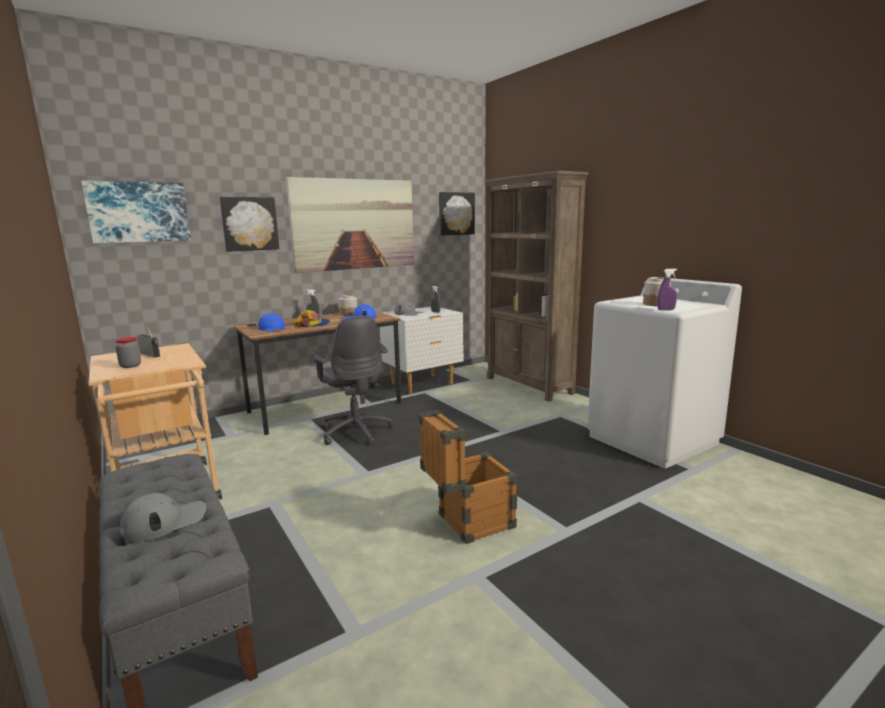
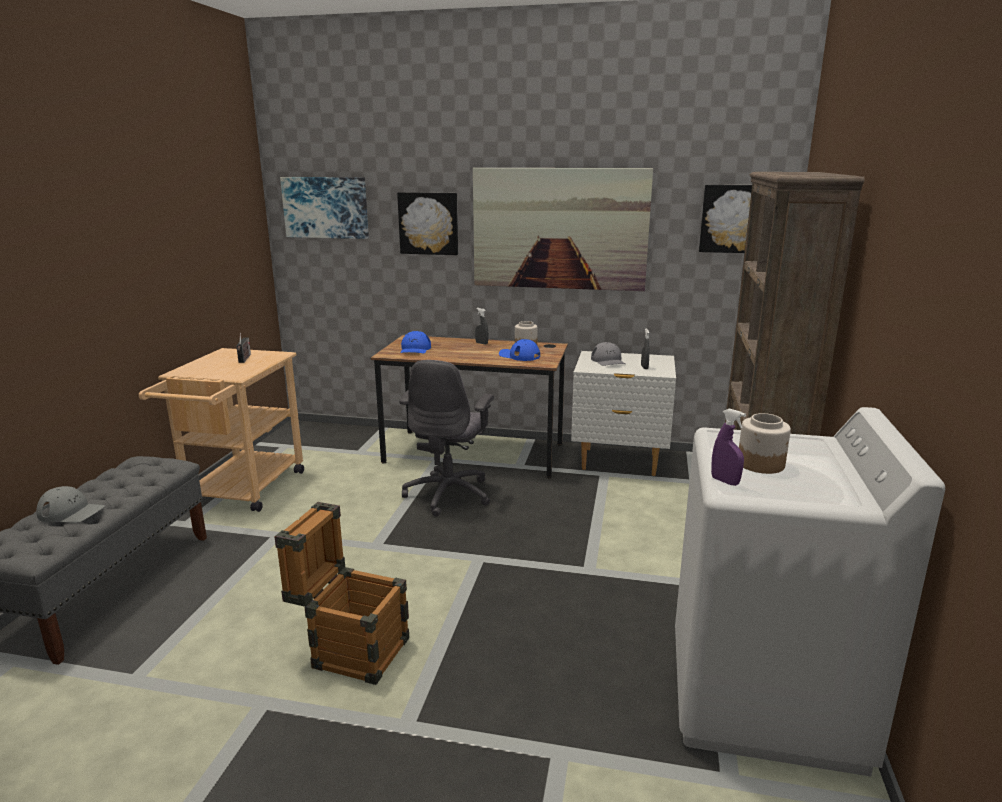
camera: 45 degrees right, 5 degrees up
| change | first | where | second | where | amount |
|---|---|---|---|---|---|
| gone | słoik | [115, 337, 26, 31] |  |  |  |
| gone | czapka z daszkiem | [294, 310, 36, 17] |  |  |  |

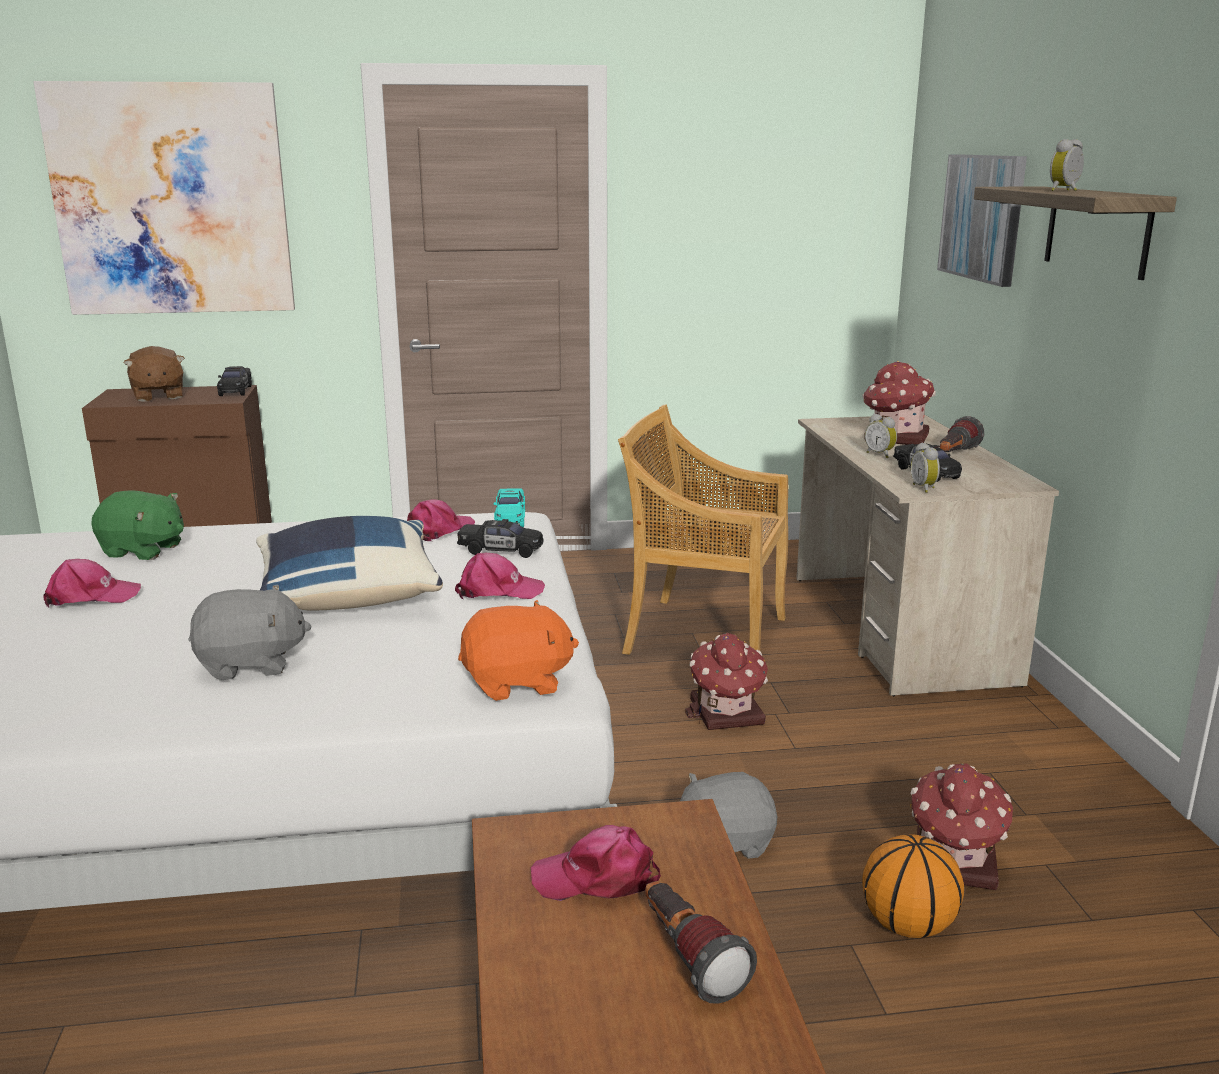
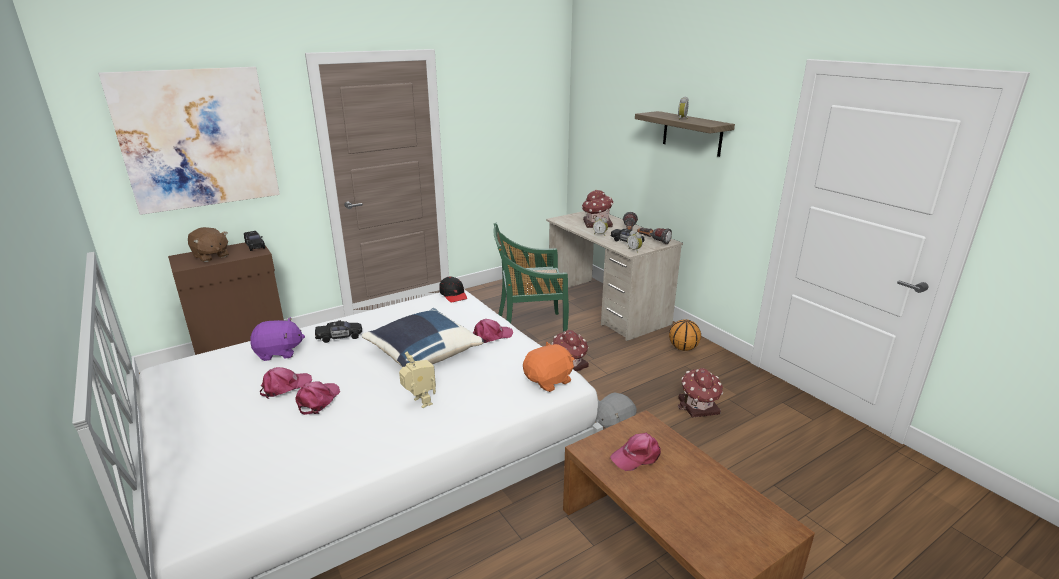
camera: 25 degrees left, 5 degrees up
| change | first | where | second | where | amount |
|---|---|---|---|---|---|
| gone | obraz | [937, 154, 90, 133] |  |  |  |
| shifted | czapka z daszkiem/różowy | [407, 499, 68, 42] |  | [295, 382, 45, 33] |  |
| shifted | samochodzik/czarny | [457, 519, 87, 39] |  | [315, 320, 47, 23] |  |
| shifted | latarka | [645, 881, 112, 123] |  | [637, 228, 35, 16] |  |
| shifted | piłka do koszykówki | [862, 834, 102, 104] |  | [669, 319, 32, 32] |  |
| swapped | pluszak/szary | [189, 584, 123, 97] | robot zabawkowy | [399, 352, 37, 56] |  |
| swapped | samochodzik/turkusowy | [493, 488, 32, 39] | czapka z daszkiem/czarny | [439, 277, 28, 25] |  |
| repainted | pluszak/zielony | [91, 490, 93, 70] | pluszak/fioletowy | [251, 317, 54, 44] |  |
| repainted | krzesło/beżowy | [618, 404, 170, 251] | krzesło/zielony | [494, 223, 75, 109] |  |

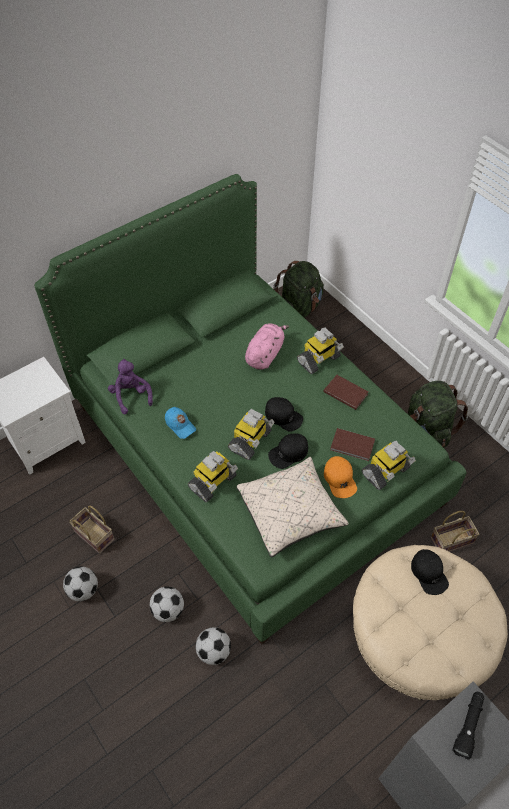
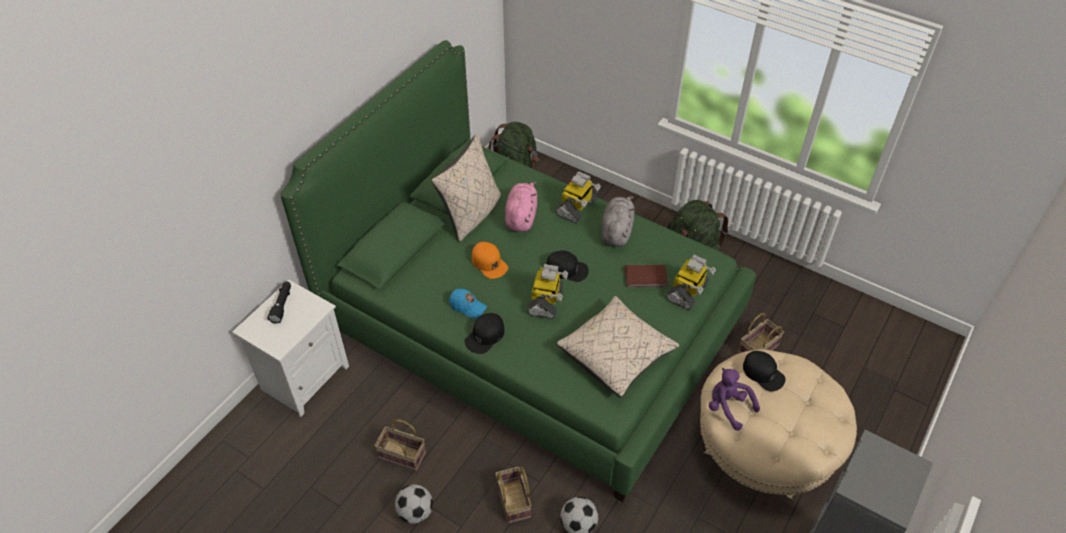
camera: 20 degrees left, 5 degrees down
| change | first | where | second | where | amount |
|---|---|---|---|---|---|
| gone | robot zabawkowy | [188, 451, 50, 51] |  |  |  |
| new |  |  | poduszka/beżowy | [432, 134, 69, 108] |  |
| shifted | pluszak/fioletowy | [108, 359, 45, 55] |  | [709, 368, 51, 63] |  |
| shifted | czapka z daszkiem/czarny | [268, 433, 40, 36] |  | [465, 313, 39, 41] |  |
| shifted | czapka z daszkiem/pomarańczowy | [324, 456, 33, 42] |  | [472, 242, 36, 37] |  |
| shifted | latarka/czarny | [452, 692, 32, 67] |  | [268, 282, 23, 42] |  |
| swapped | piłka futbolowa | [150, 586, 34, 36] | koszyk | [495, 466, 37, 58] |  |
| swapped | książka/brązowy | [323, 375, 45, 35] | pluszak/szary | [601, 196, 34, 51] |  |

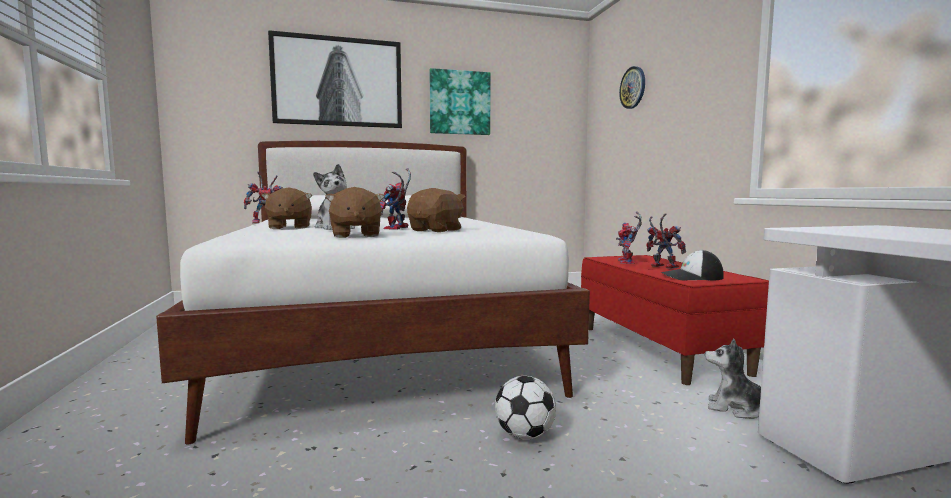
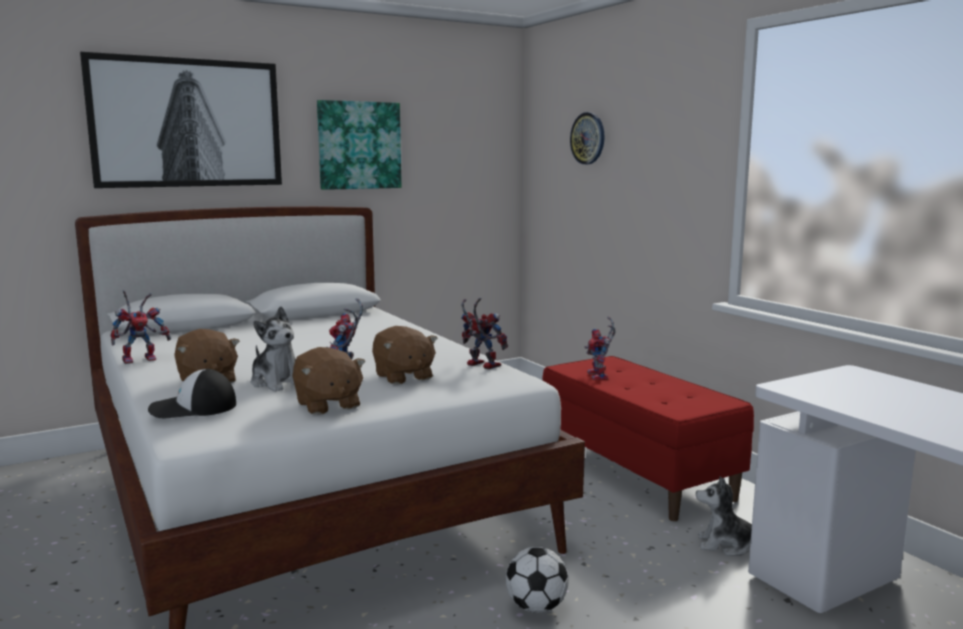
camera: 15 degrees left, 5 degrees up
| change | first | where | second | where | amount |
|---|---|---|---|---|---|
| shifted | robot zabawkowy | [646, 213, 40, 56] |  | [461, 298, 47, 72] |  |
| shifted | czapka z daszkiem | [661, 250, 63, 30] |  | [148, 369, 88, 49] |  |
| rotated | pluszak/brązowy | [407, 188, 58, 44] |  | [372, 326, 66, 59] | 135 degrees clockwise |

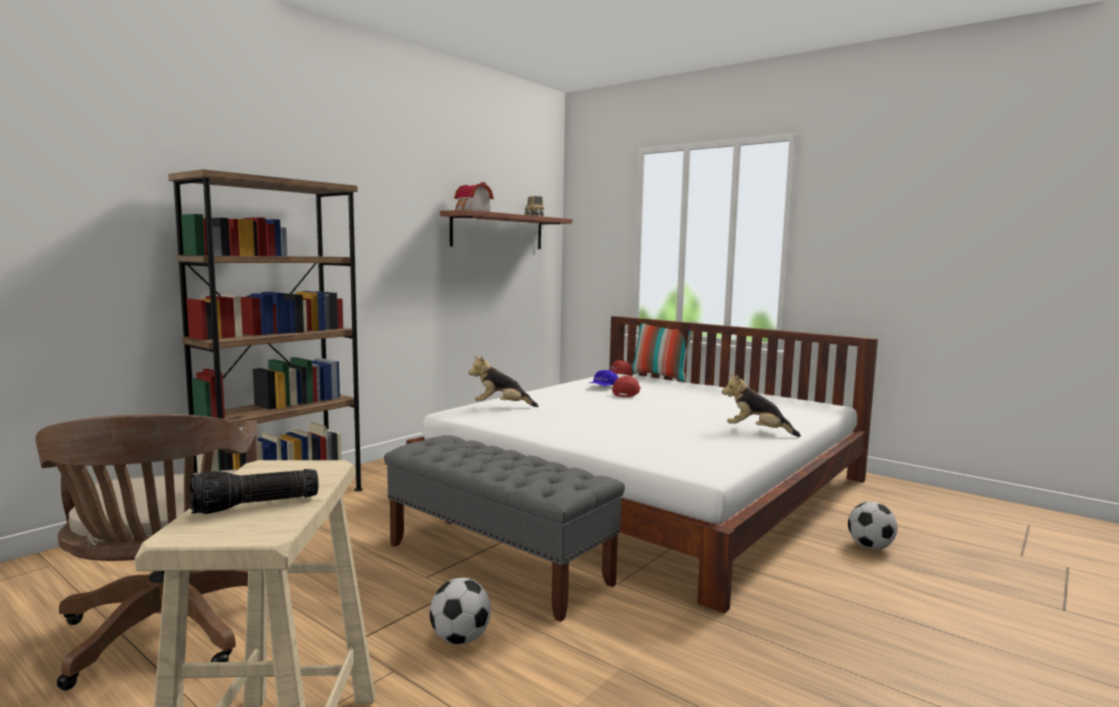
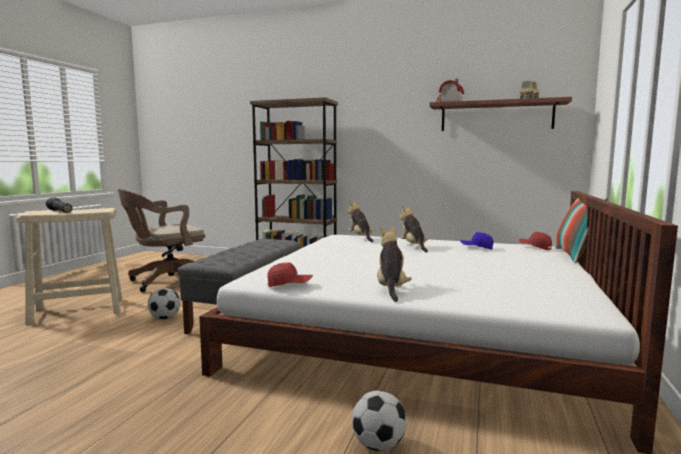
camera: 70 degrees right, 0 degrees up
| change | first | where | second | where | amount |
|---|---|---|---|---|---|
| new |  |  | pluszak | [400, 206, 28, 47] |  |
| shifted | czapka z daszkiem/czerwony | [612, 376, 29, 21] |  | [267, 262, 46, 25] |  |

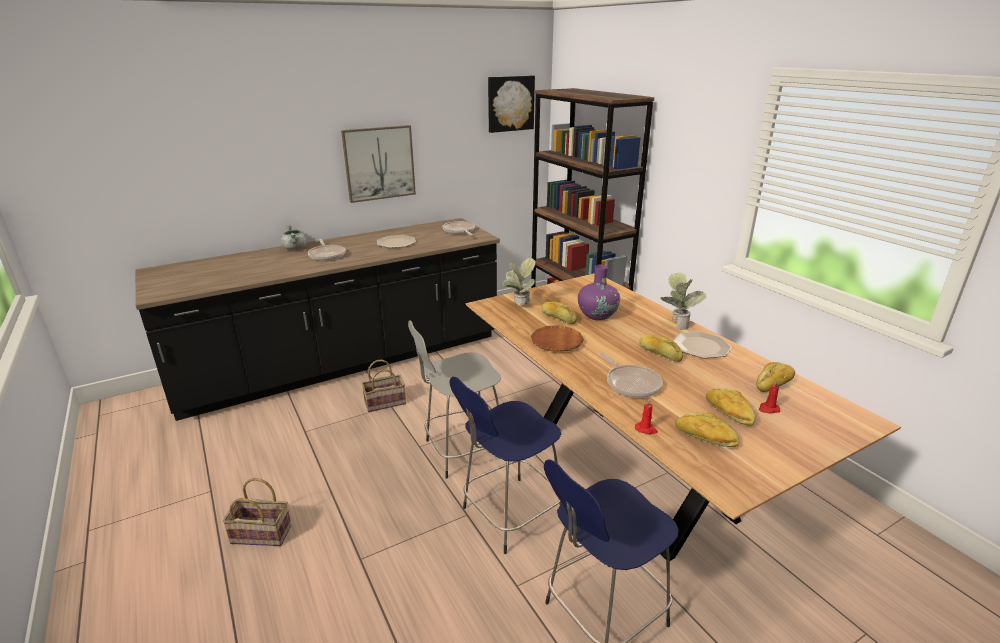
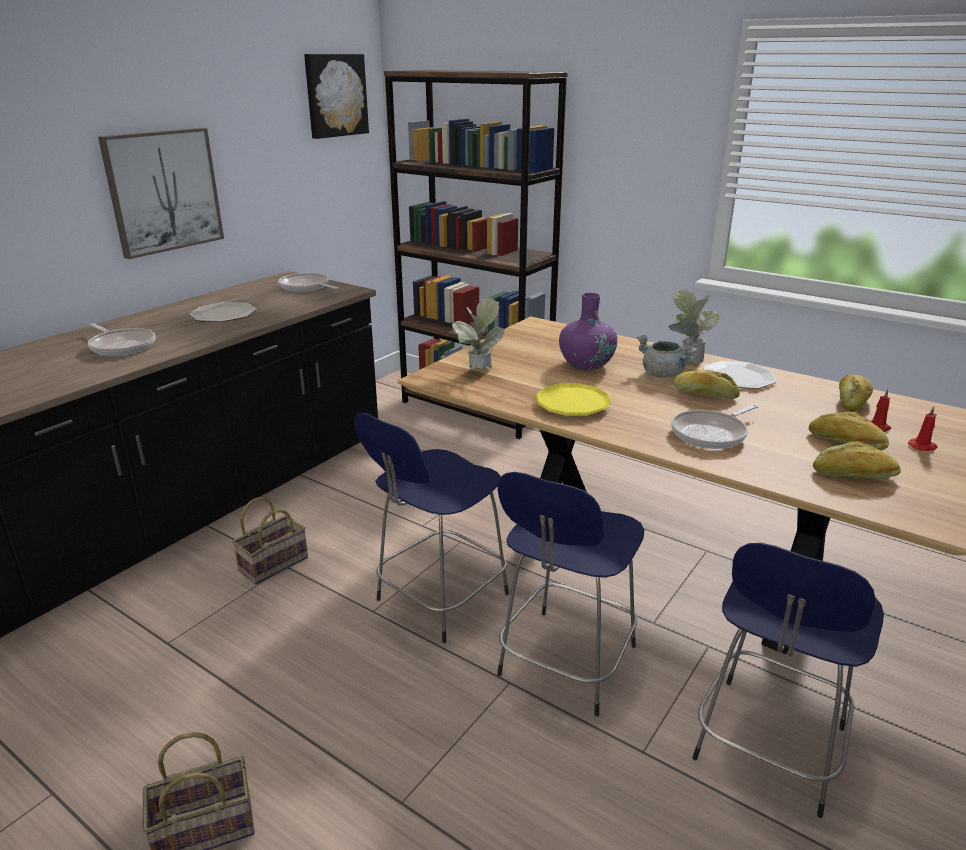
camera: 25 degrees left, 0 degrees up
| change | first | where | second | where | amount |
|---|---|---|---|---|---|
| gone | chleb | [541, 302, 36, 22] |  |  |  |
| shifted | garnek/szary | [281, 225, 26, 25] |  | [637, 334, 60, 44] |  |
| shifted | świeca/czerwony | [635, 399, 23, 35] |  | [908, 406, 30, 45] |  |
| repainted | stołek/szary | [408, 320, 97, 159] | stołek/niebieski | [354, 413, 155, 230] |  |
| repainted | talerz/brązowy | [531, 325, 53, 27] | talerz/żółty | [536, 383, 75, 33] |  |
| rotated | patelnia | [599, 352, 64, 46] |  | [671, 404, 87, 45] | 105 degrees clockwise |

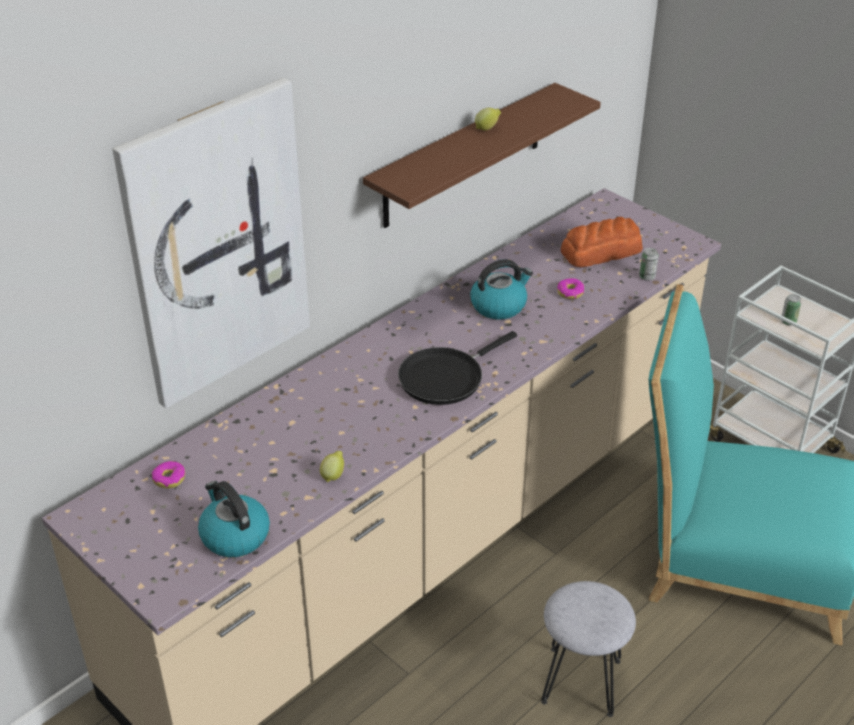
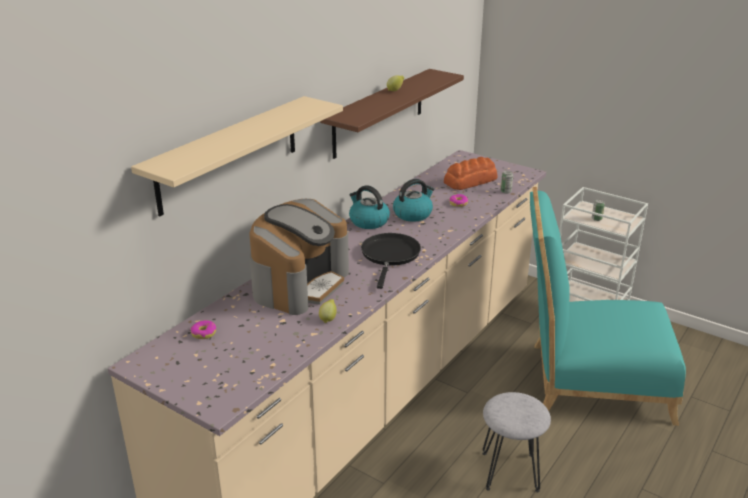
camera: 10 degrees left, 10 degrees down
| change | first | where | second | where | amount |
|---|---|---|---|---|---|
| new |  |  | ekspres do kawy | [250, 199, 99, 116] |  |
| shifted | czajnik | [198, 481, 72, 76] |  | [349, 185, 41, 44] |  |
| swapped | obraz | [112, 78, 198, 330] | półka/beżowy | [131, 96, 212, 120] |  |
| rotated | patelnia/czarny | [398, 331, 119, 74] |  | [361, 233, 60, 56] | 150 degrees clockwise |

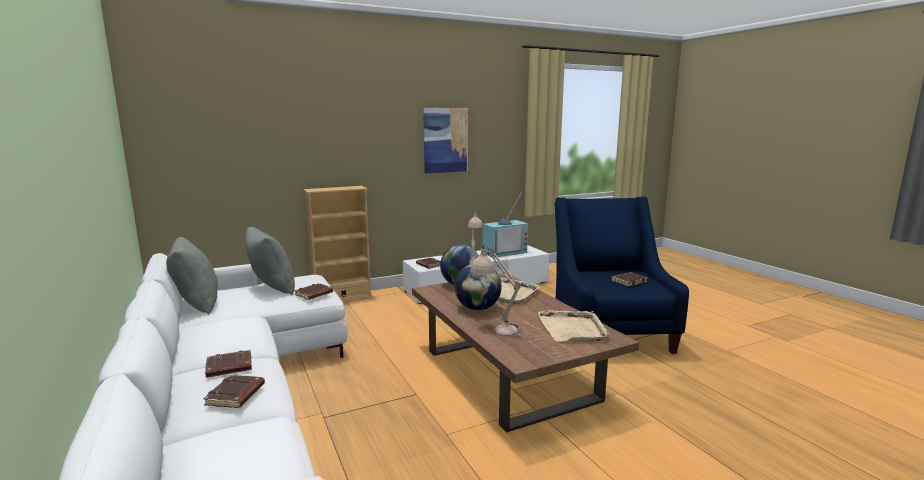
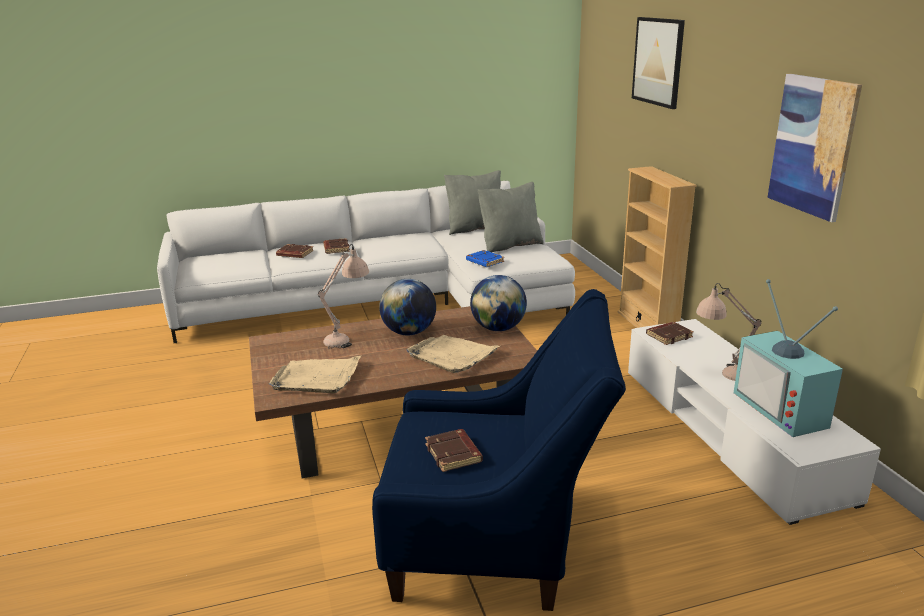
camera: 100 degrees right, 10 degrees up
| change | first | where | second | where | amount |
|---|---|---|---|---|---|
| new |  |  | obraz | [632, 17, 53, 92] |  |
| repainted | książka/brązowy | [294, 283, 39, 17] | książka/niebieski | [466, 250, 38, 17] |  |

